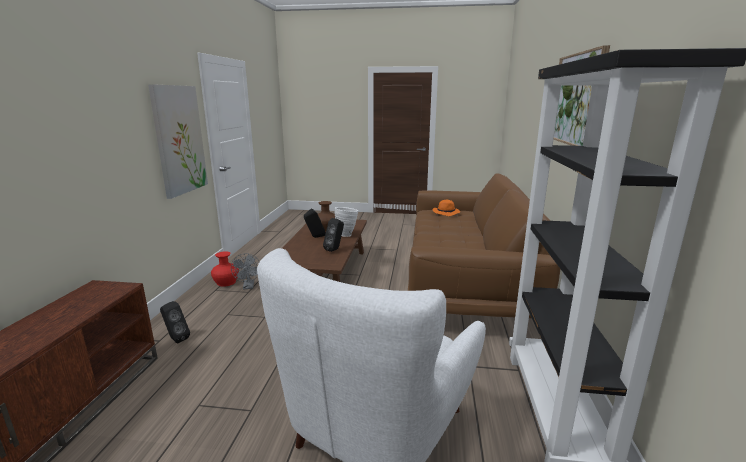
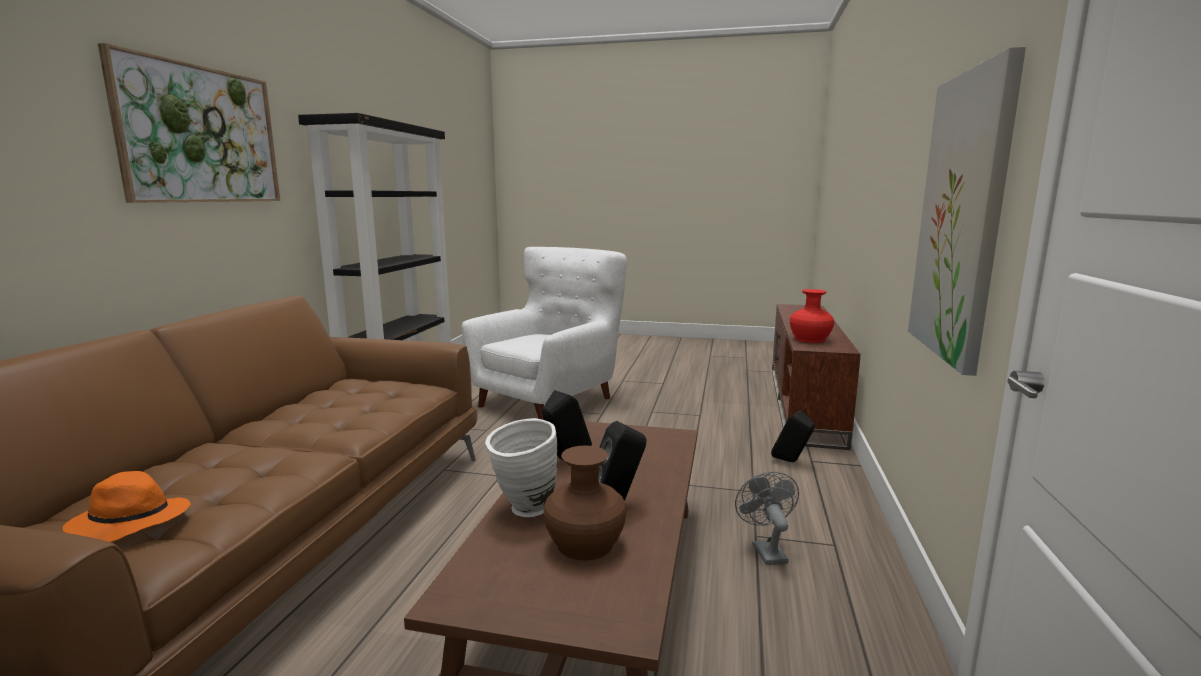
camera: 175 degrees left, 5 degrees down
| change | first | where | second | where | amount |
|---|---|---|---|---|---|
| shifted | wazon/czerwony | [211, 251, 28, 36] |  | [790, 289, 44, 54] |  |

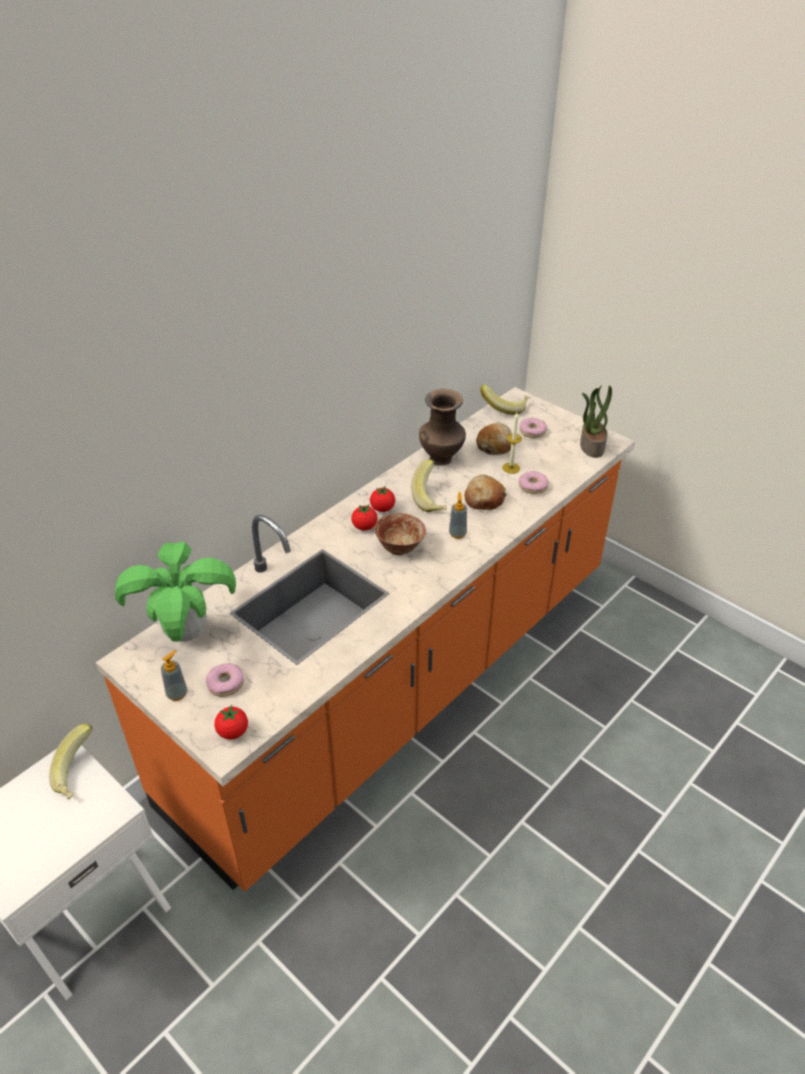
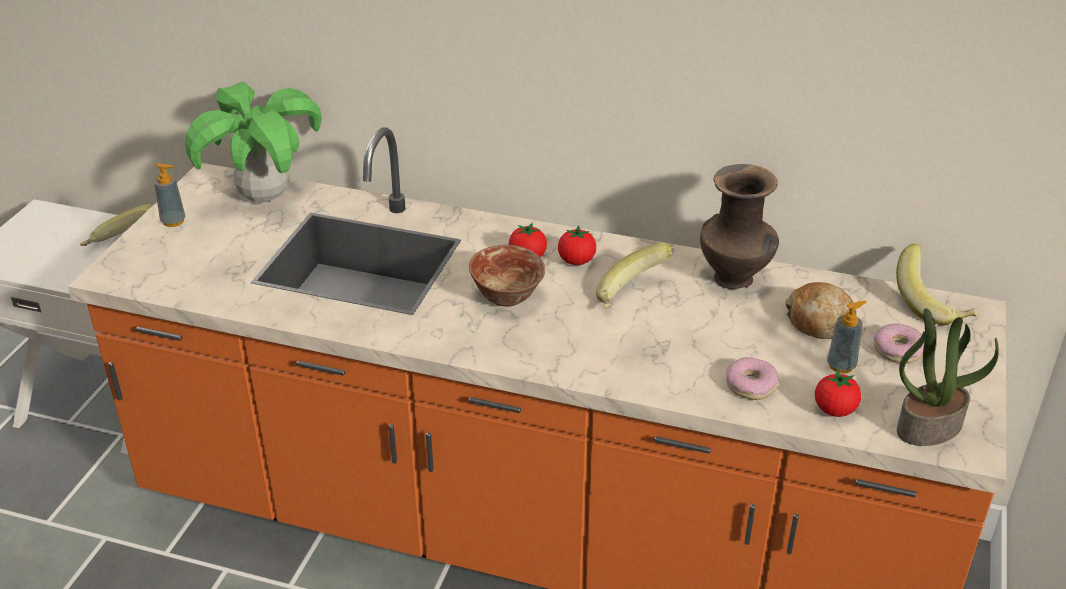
camera: 65 degrees right, 5 degrees down
| change | first | where | second | where | amount |
|---|---|---|---|---|---|
| gone | donut | [206, 663, 38, 34] |  |  |  |
| gone | chleb | [464, 474, 43, 36] |  |  |  |
| gone | świeca | [502, 412, 20, 62] |  |  |  |
| shifted | pomidor | [214, 705, 34, 35] |  | [815, 370, 46, 47] |  |
| shifted | dozownik mydła | [449, 492, 18, 47] |  | [827, 300, 40, 73] |  |

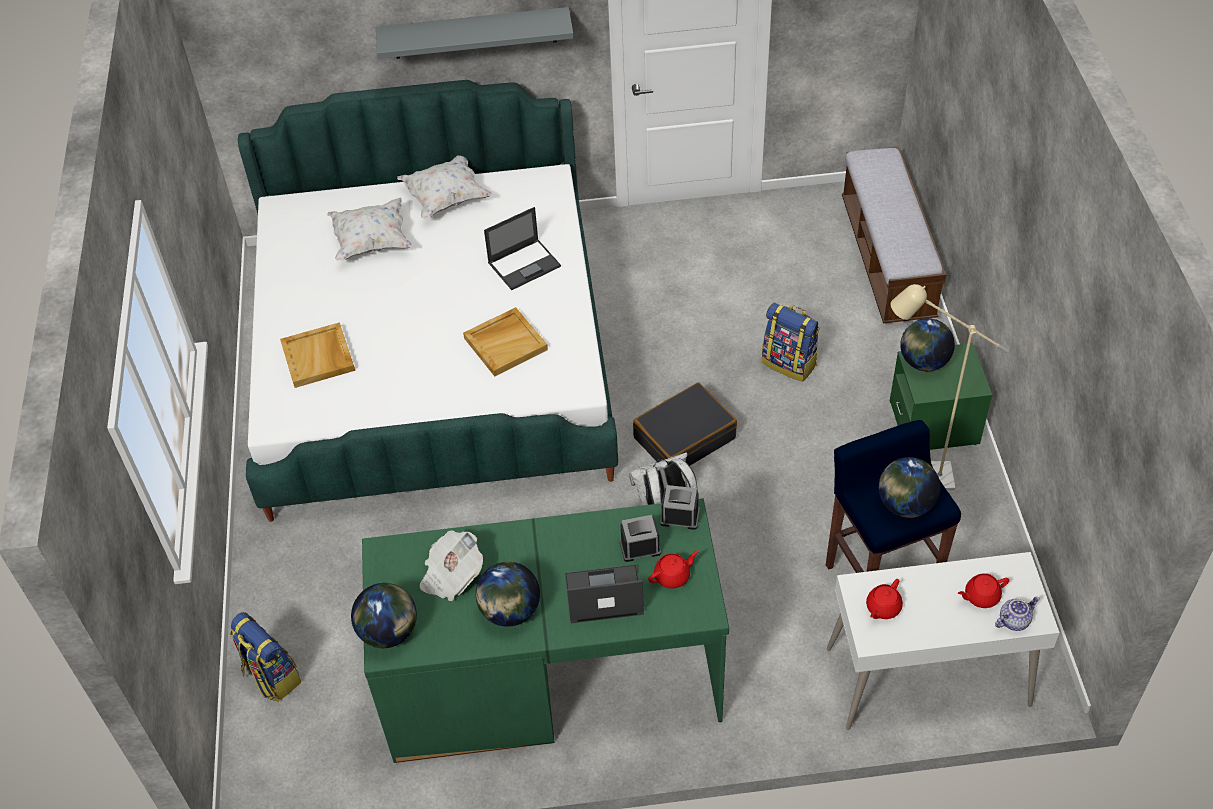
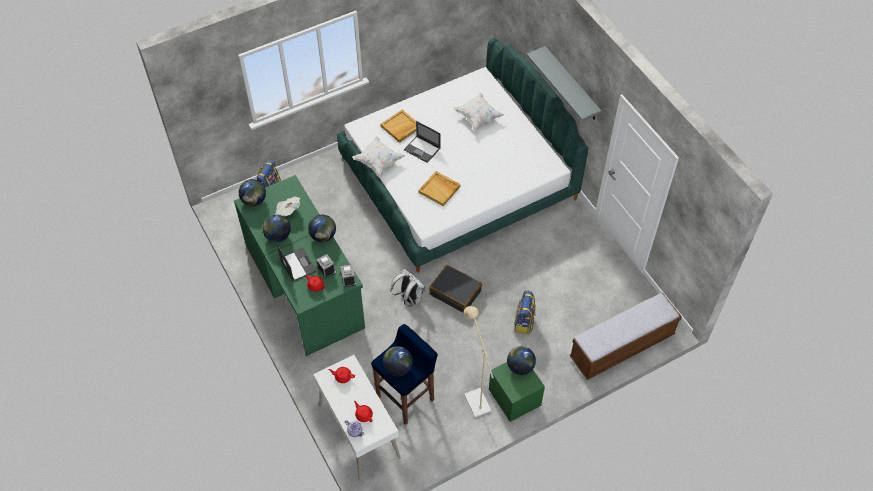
camera: 65 degrees right, 5 degrees up
| change | first | where | second | where | amount |
|---|---|---|---|---|---|
| new |  |  | globus | [308, 215, 28, 27] |  |
| shifted | poduszka/biały | [397, 156, 95, 62] |  | [352, 137, 53, 41] |  |
| shifted | laptop | [484, 207, 77, 83] |  | [404, 121, 36, 42] |  |

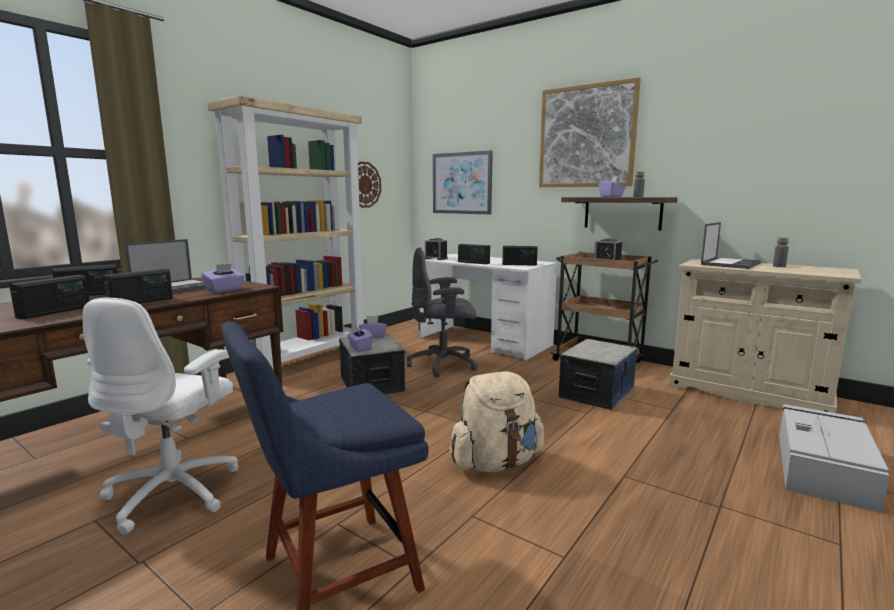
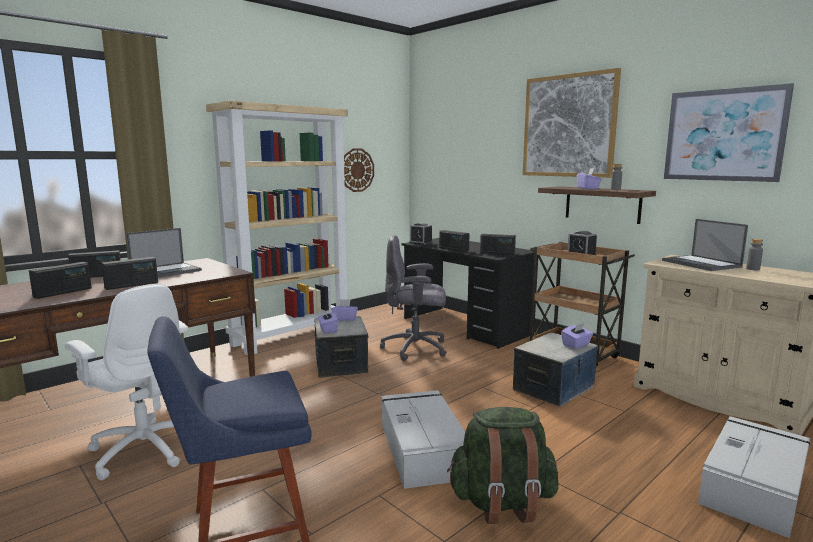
camera: 10 degrees right, 0 degrees up
| change | first | where | second | where | amount |
|---|---|---|---|---|---|
| new |  |  | plecak/zielony | [447, 407, 112, 117] |  |
| shifted | pudełko chusteczek/fioletowy | [202, 263, 43, 30] |  | [561, 323, 32, 26] |  |
| shifted | obraz | [433, 150, 60, 64] |  | [664, 83, 130, 99] |  |
| swapped | plecak/beżowy | [449, 371, 95, 101] | pojemnik do przechowywania/szary | [381, 390, 84, 99] |  |
| repainted | biurko/biały | [419, 254, 139, 107] | biurko/czarny | [401, 238, 137, 111] |  |
| rotated | krzesło biurowe/biały | [83, 297, 156, 238] |  | [65, 284, 124, 196] | 75 degrees counterclockwise |
| rotated | laptop | [701, 222, 60, 47] |  | [662, 219, 86, 52] | 105 degrees clockwise |

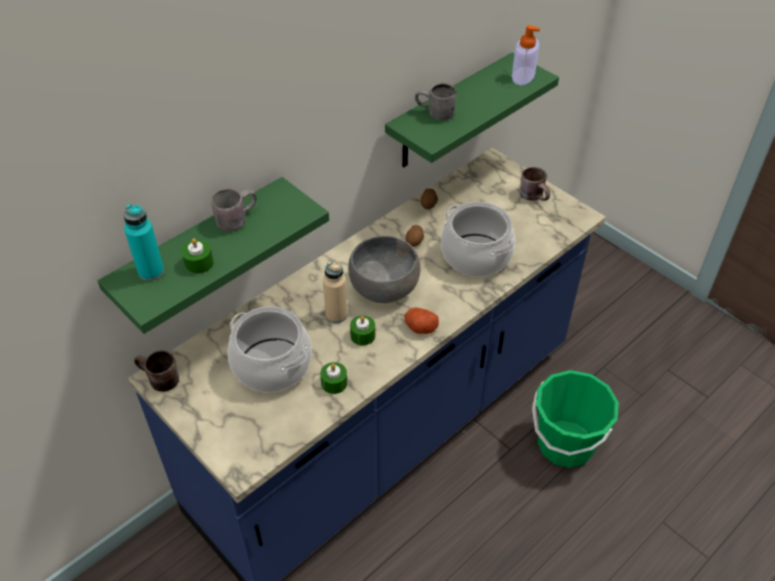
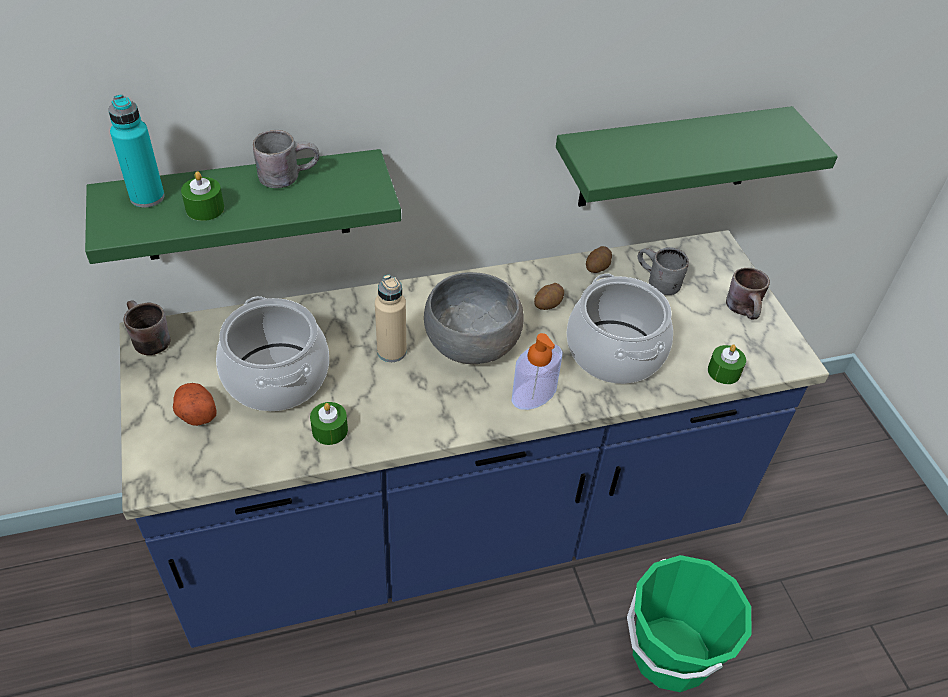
camera: 25 degrees right, 0 degrees up
| change | first | where | second | where | amount |
|---|---|---|---|---|---|
| shifted | świeca/zielony | [350, 316, 25, 30] |  | [708, 345, 38, 39] |  |
| shifted | ziemniak | [404, 307, 35, 27] |  | [173, 383, 44, 43] |  |
| shifted | kubek/szary | [415, 83, 42, 37] |  | [638, 247, 51, 48] |  |
| shifted | dozownik mydła | [512, 25, 28, 60] |  | [511, 333, 51, 77] |  |

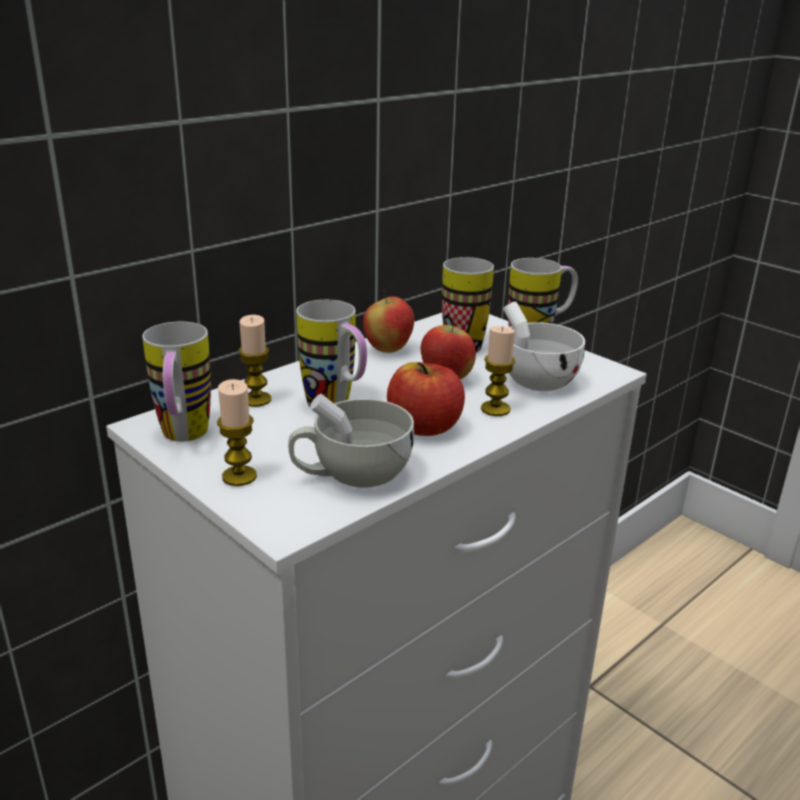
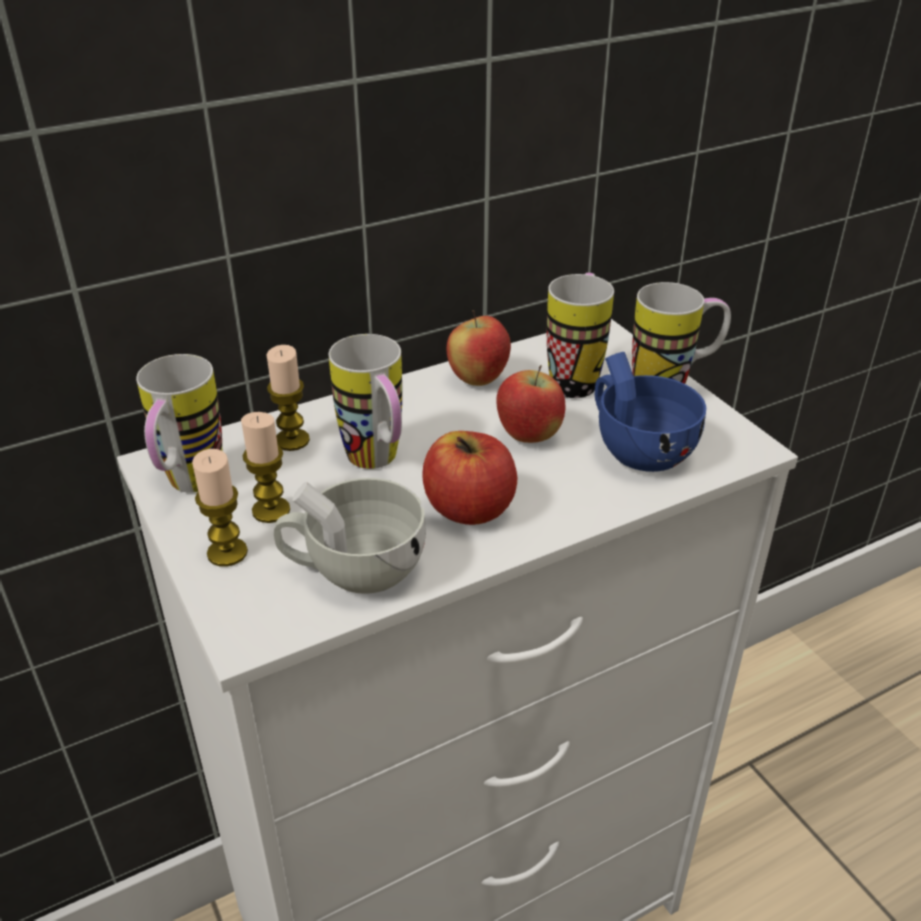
camera: 15 degrees right, 10 degrees up
| change | first | where | second | where | amount |
|---|---|---|---|---|---|
| shifted | świeca | [481, 326, 34, 90] |  | [241, 412, 49, 111] |  |
| repainted | filiżanka/biały | [500, 301, 85, 90] | filiżanka/niebieski | [595, 352, 111, 120] |  |

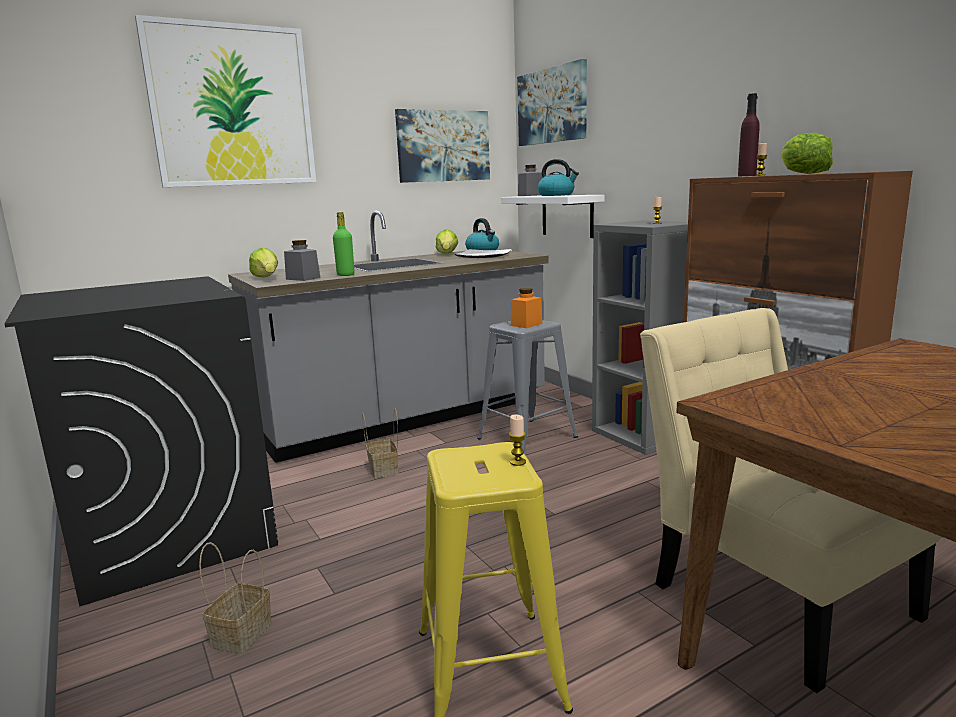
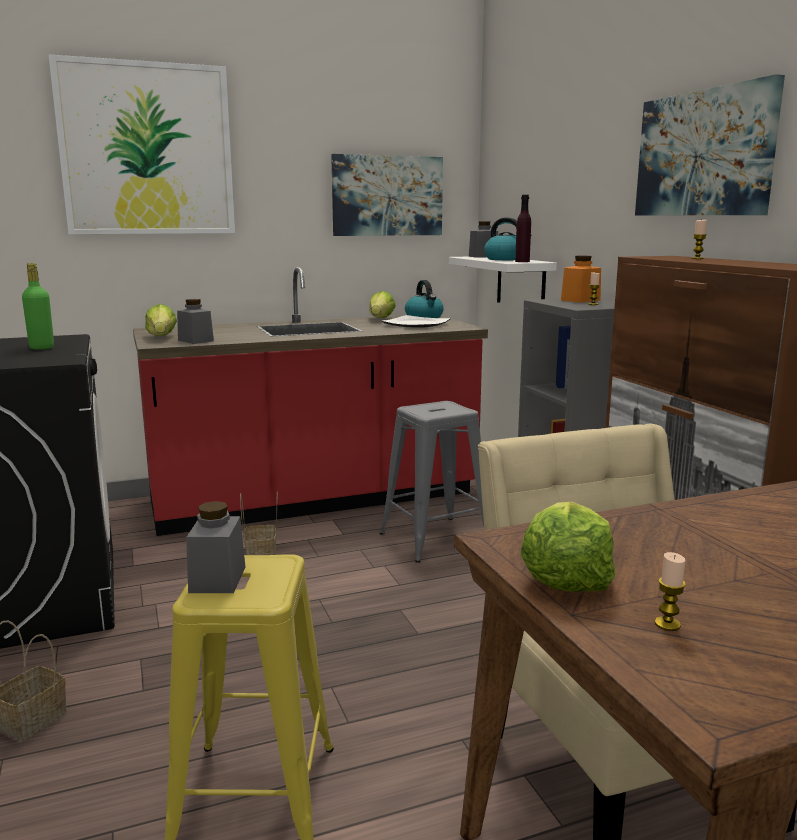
camera: 10 degrees right, 0 degrees up
| change | first | where | second | where | amount |
|---|---|---|---|---|---|
| new |  |  | słoik/szary | [186, 501, 59, 92] |  |
| shifted | butelka/zielony | [333, 212, 22, 64] |  | [22, 263, 32, 87] |  |
| shifted | świeca | [509, 414, 17, 52] |  | [655, 552, 31, 79] |  |
| shifted | słoik/pomarańczowy | [511, 288, 32, 40] |  | [561, 256, 40, 47] |  |
| shifted | obraz | [517, 59, 70, 87] |  | [635, 74, 150, 142] |  |
| shifted | butelka/fioletowy | [738, 93, 22, 84] |  | [515, 195, 16, 67] |  |
| shifted | sałata | [781, 133, 52, 41] |  | [521, 502, 95, 90] |  |
| repainted | zabudowa kuchenna/szary | [228, 210, 321, 253] | zabudowa kuchenna/czerwony | [133, 267, 355, 269] |  |

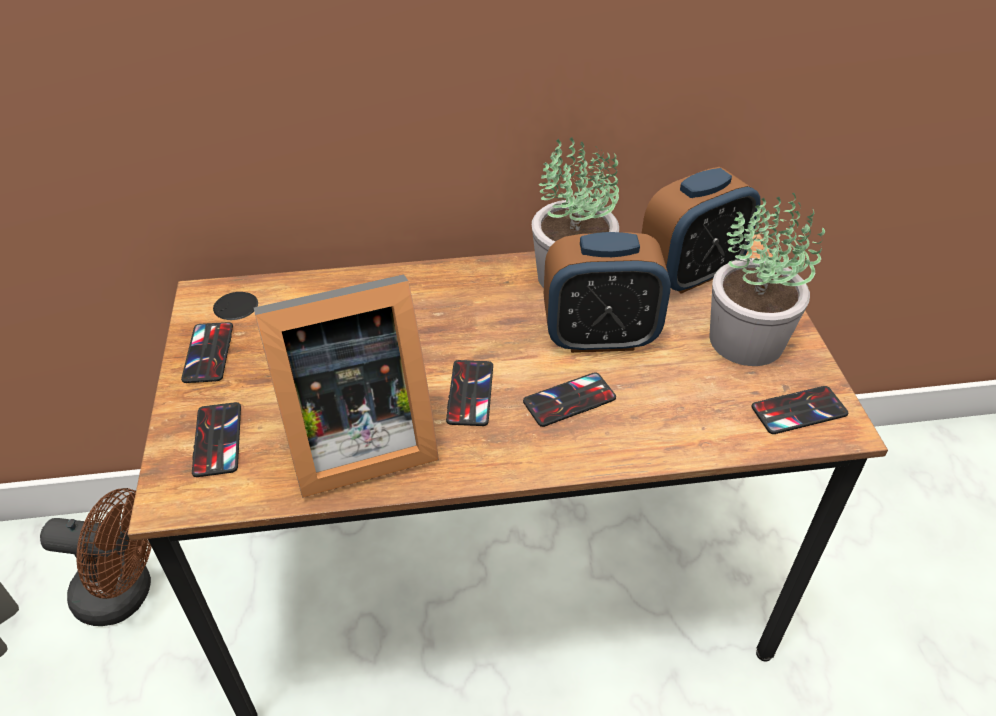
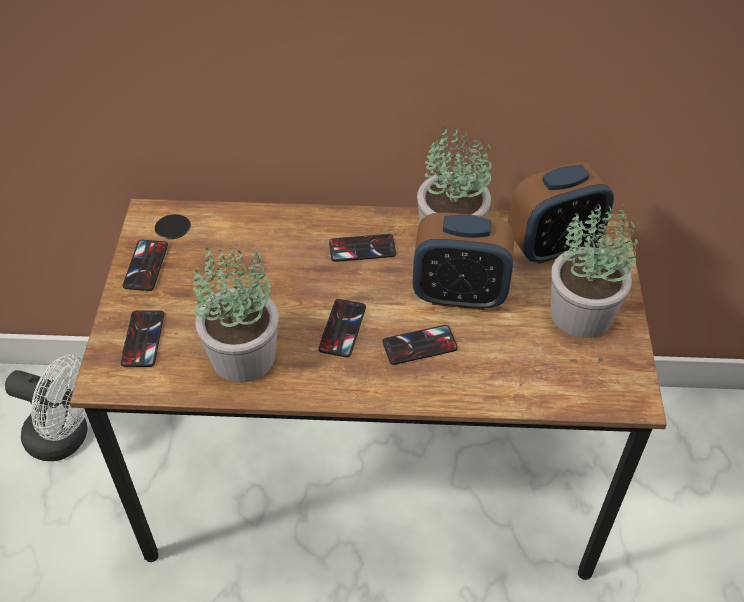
camera: 10 degrees right, 5 degrees up
| change | first | where | second | where | amount |
|---|---|---|---|---|---|
| shifted | telefon | [752, 386, 96, 48] |  | [329, 234, 67, 28] |  |
| swapped | ramka na zdjęcie | [254, 275, 185, 223] | roślina doniczkowa | [193, 244, 85, 139] |  |
| repainted | wentylator/brązowy | [40, 488, 112, 138] | wentylator/biały | [5, 355, 83, 106] |  |

